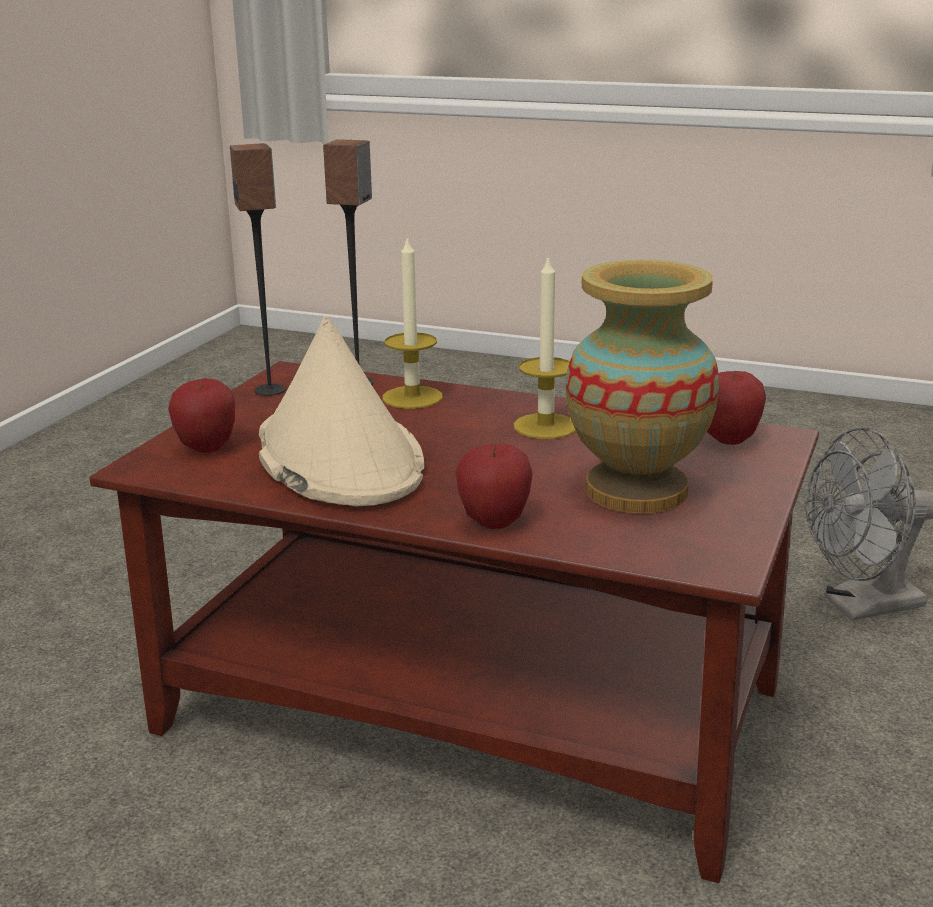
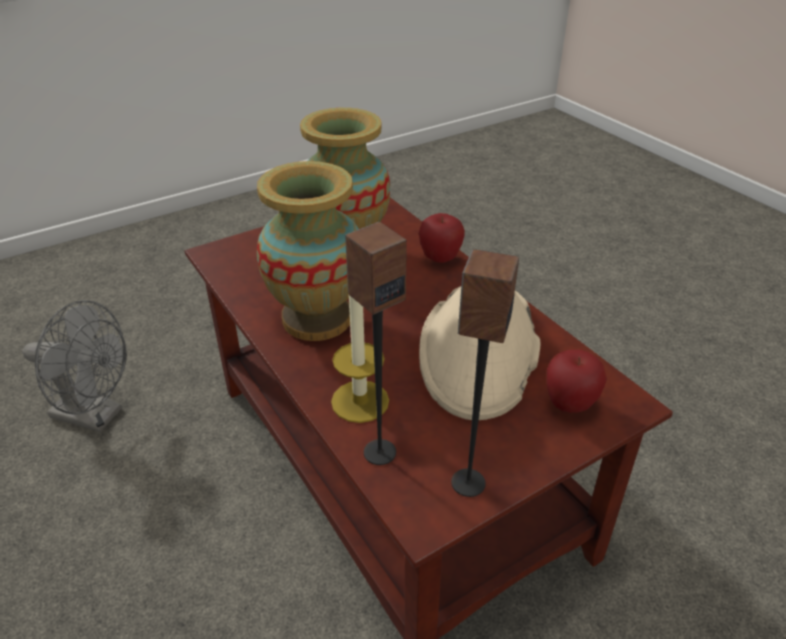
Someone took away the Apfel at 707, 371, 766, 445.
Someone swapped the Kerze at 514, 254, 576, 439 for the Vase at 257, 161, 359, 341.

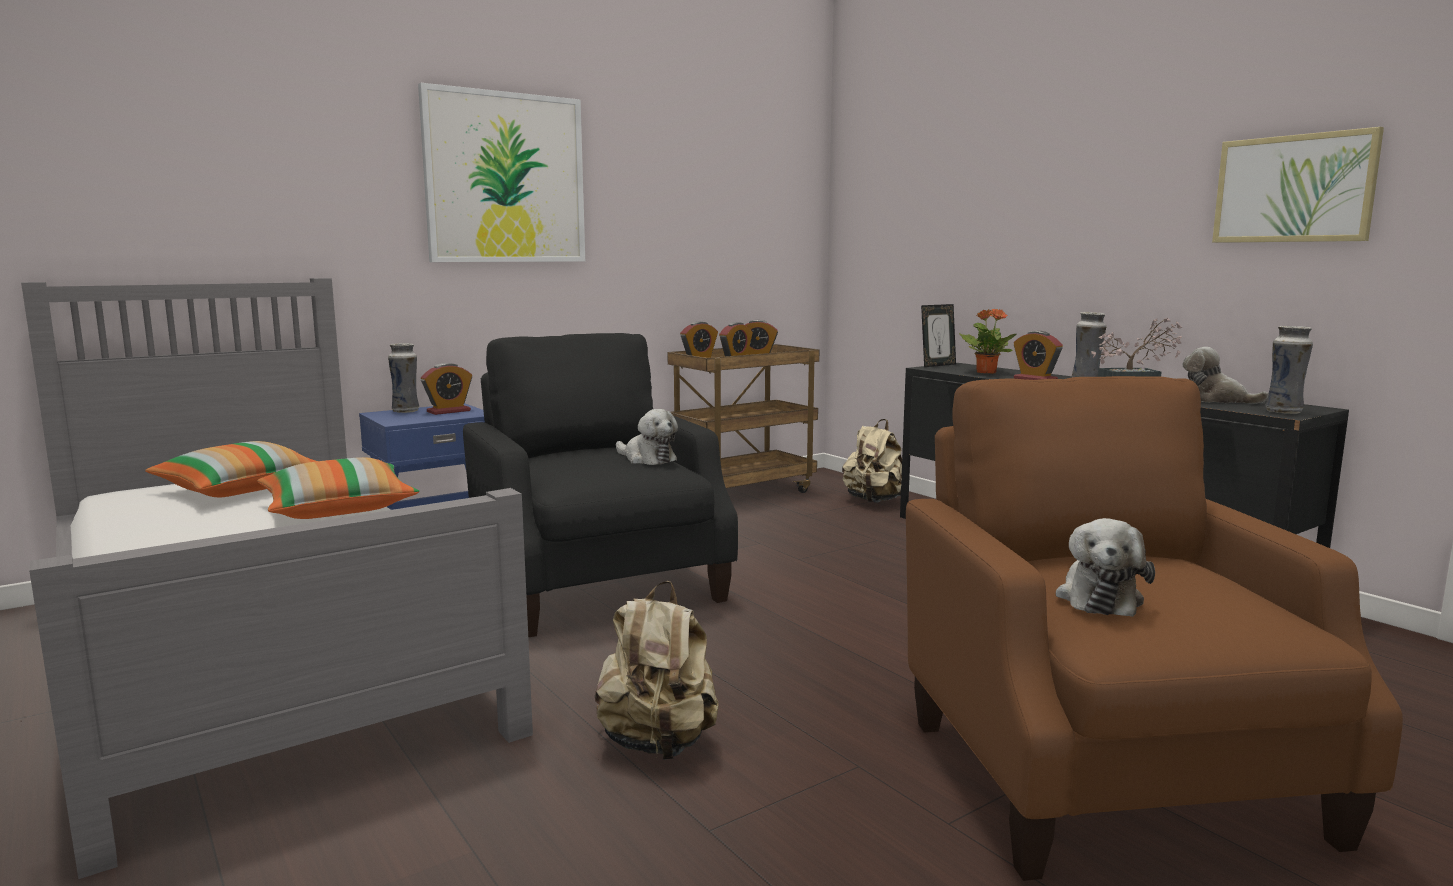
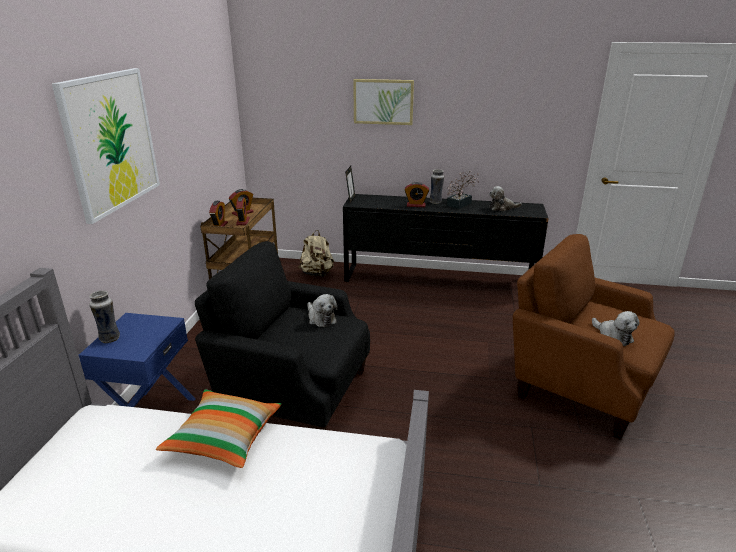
Someone took away the Kissen at 145, 441, 317, 497.
Someone took away the Wecker at 421, 363, 472, 415.
Someone took away the Rucksack/beige at 595, 581, 719, 760.
Someone took away the Topfpflanze at 959, 309, 1016, 374.
Someone took away the Vase at 1265, 326, 1313, 414.
Someone carried the Bild from 1212, 127, 1384, 243 to 353, 79, 414, 125.
Someone rotated the Plüschtier at 616, 409, 678, 465 by 60 degrees clockwise.

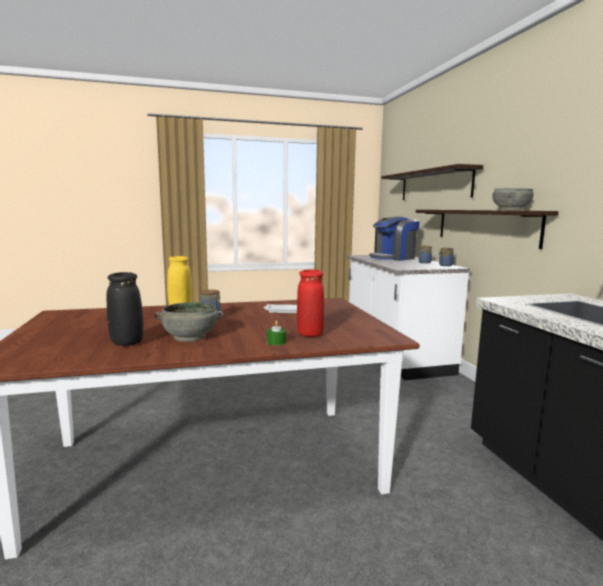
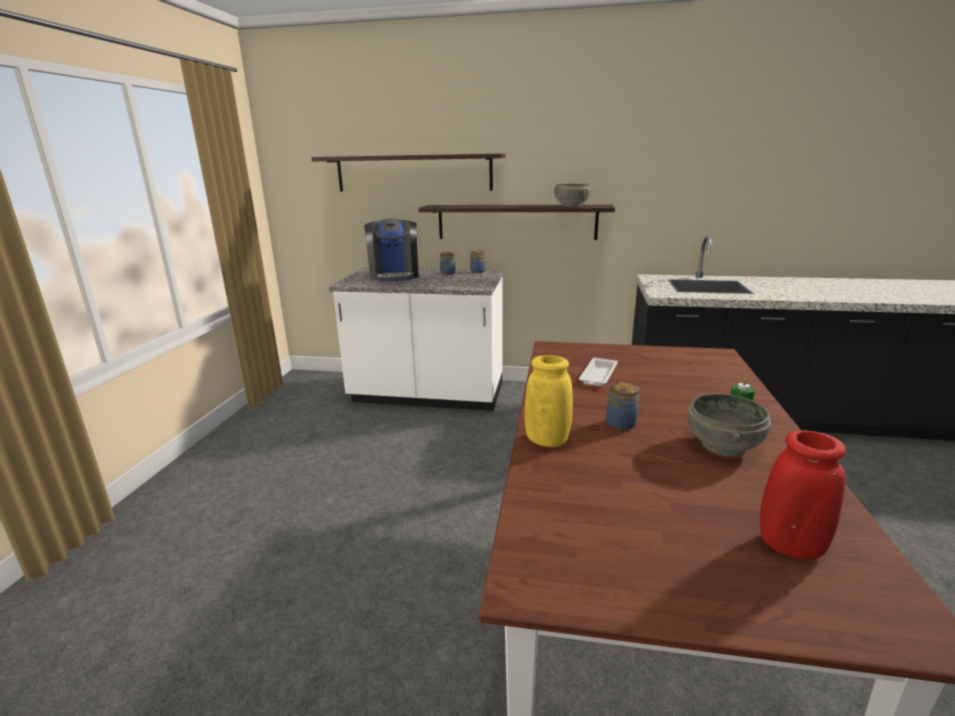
Someone took away the Vase/schwarz at 107, 272, 143, 346.
Someone carried the Vase/rot from 297, 269, 324, 337 to 760, 430, 846, 559.

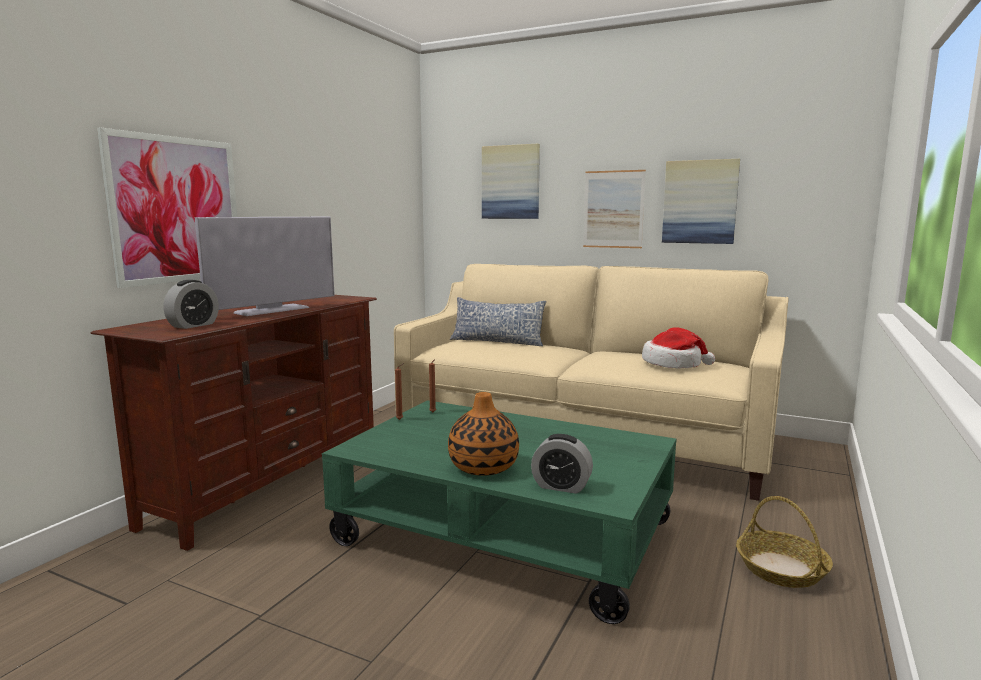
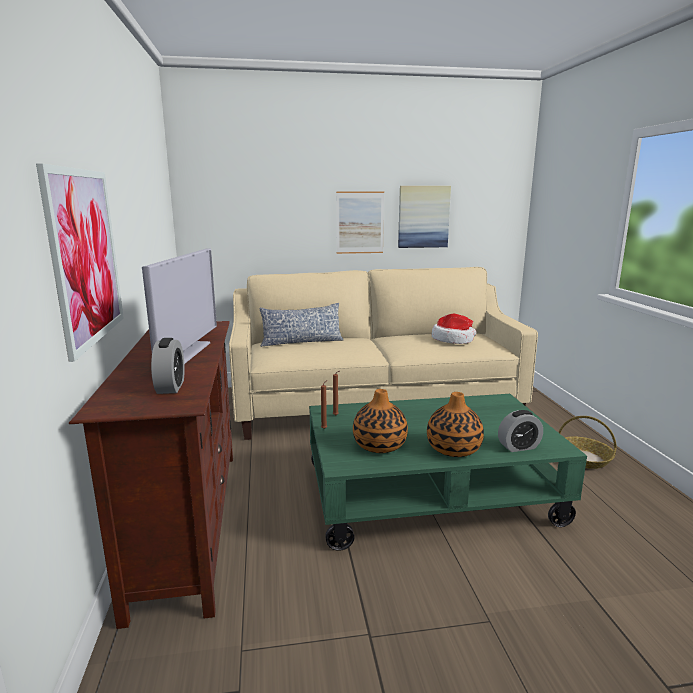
Someone took away the Bild at 482, 144, 540, 219.
Someone put down the Vase at 353, 389, 408, 453.

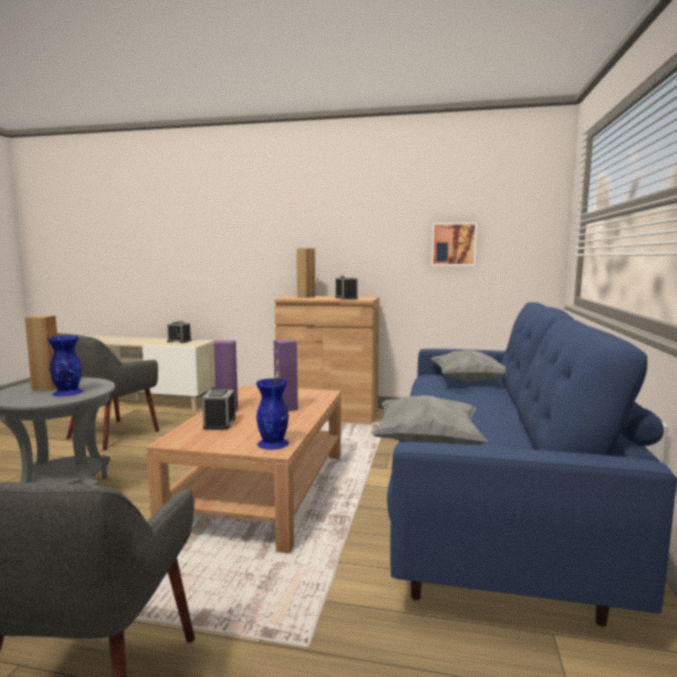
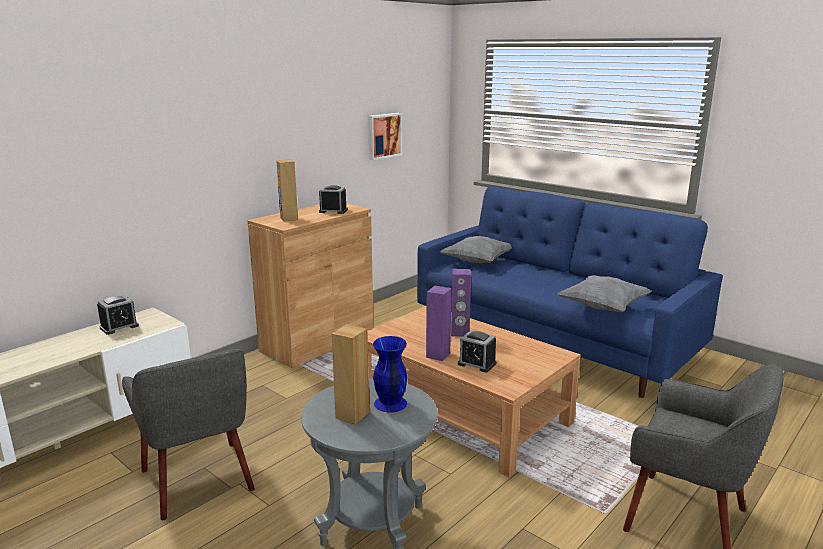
Someone took away the Vase/blau at 256, 378, 289, 450.

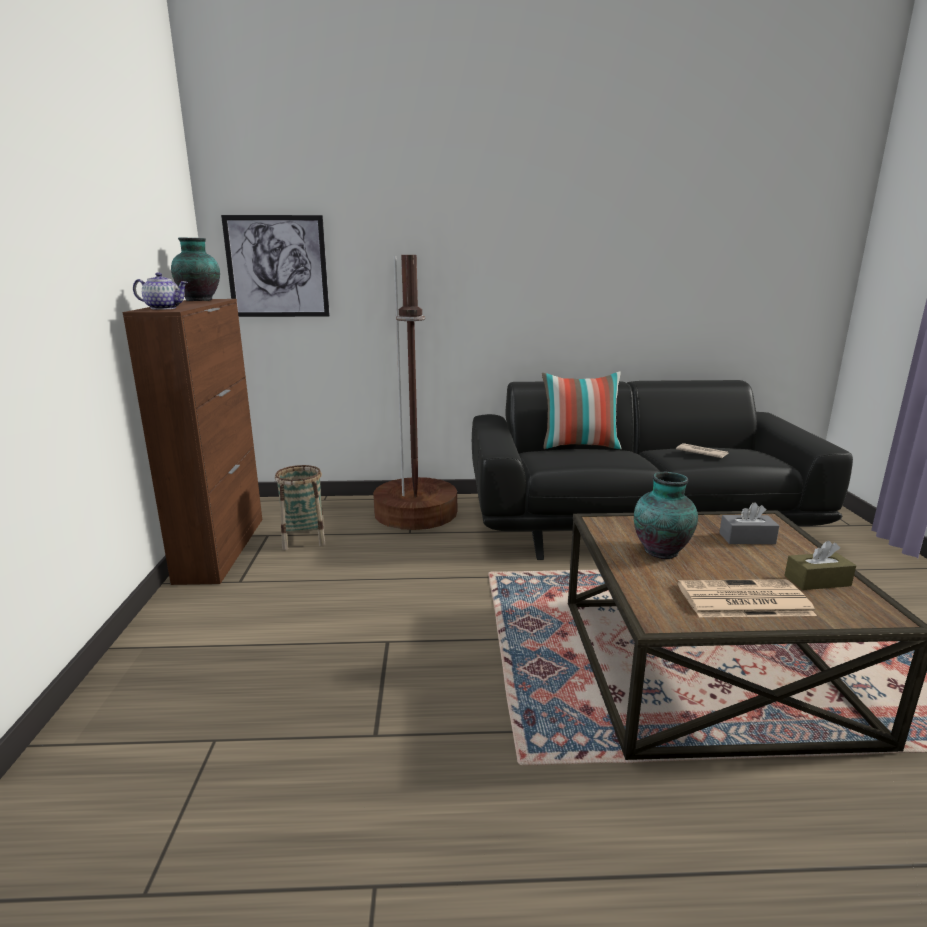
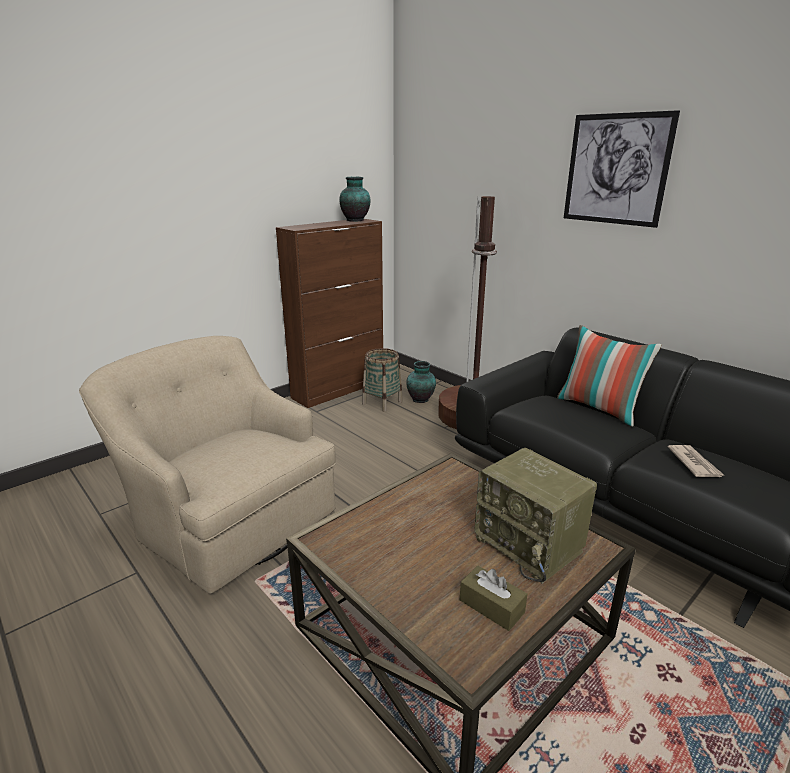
Someone took away the Teekanne at 133, 272, 188, 310.
Someone took away the Zeitung at 677, 579, 817, 617.
Someone put down the Sessel/beige at 79, 336, 336, 594.
Someone carried the Bild from 221, 215, 330, 317 to 564, 110, 680, 228.
Someone carried the Vase from 634, 472, 698, 559 to 406, 361, 436, 403.
Someone swapped the Taschentuchbox/grau at 719, 502, 779, 544 for the Radio at 474, 448, 597, 583.

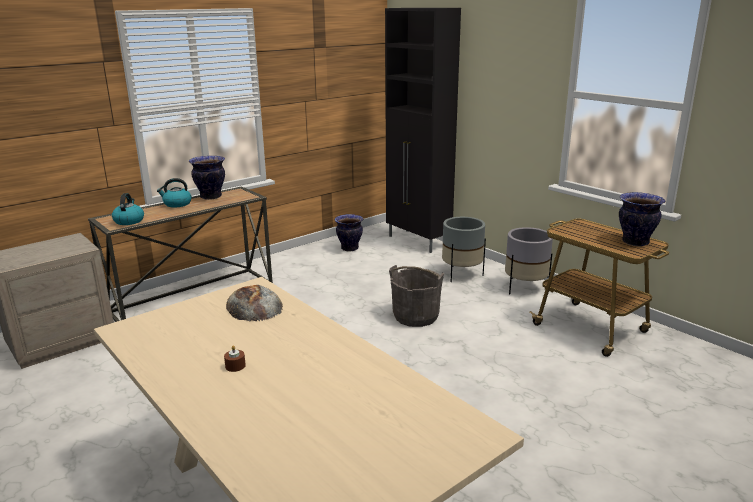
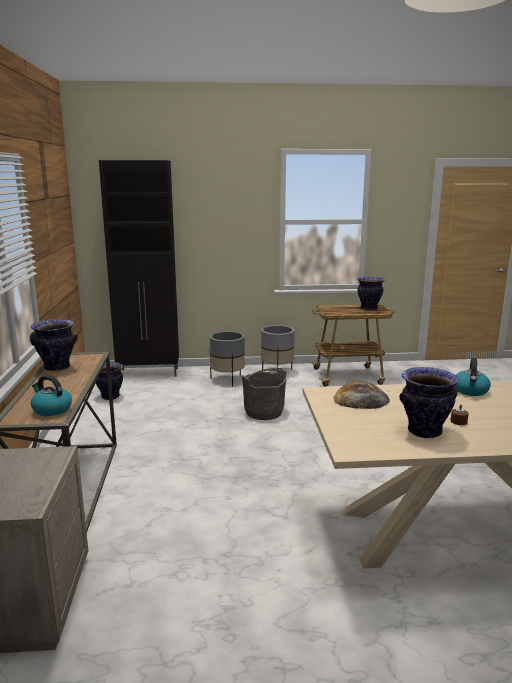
Someone put down the Vase at 400, 367, 459, 438.
Someone carried the Wasserkessel from 157, 178, 192, 208 to 456, 358, 491, 396.

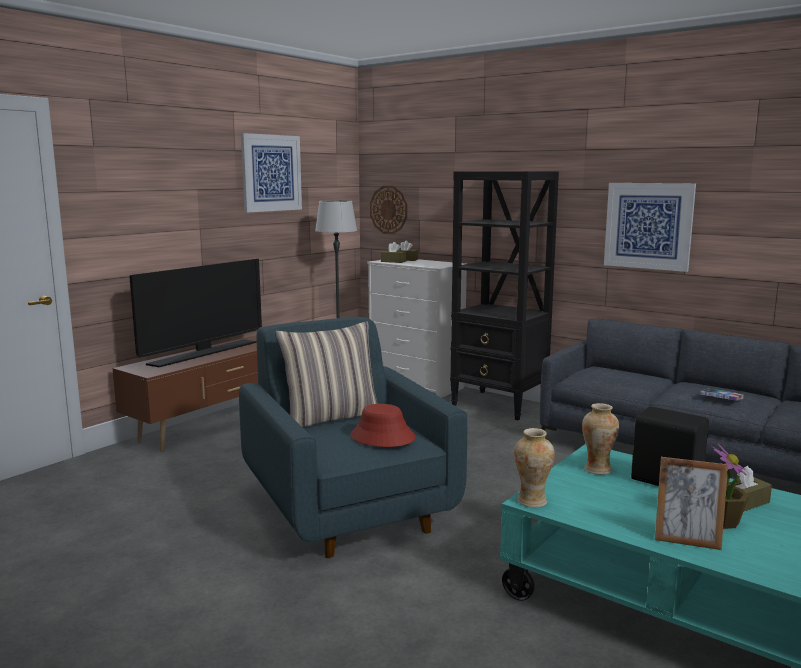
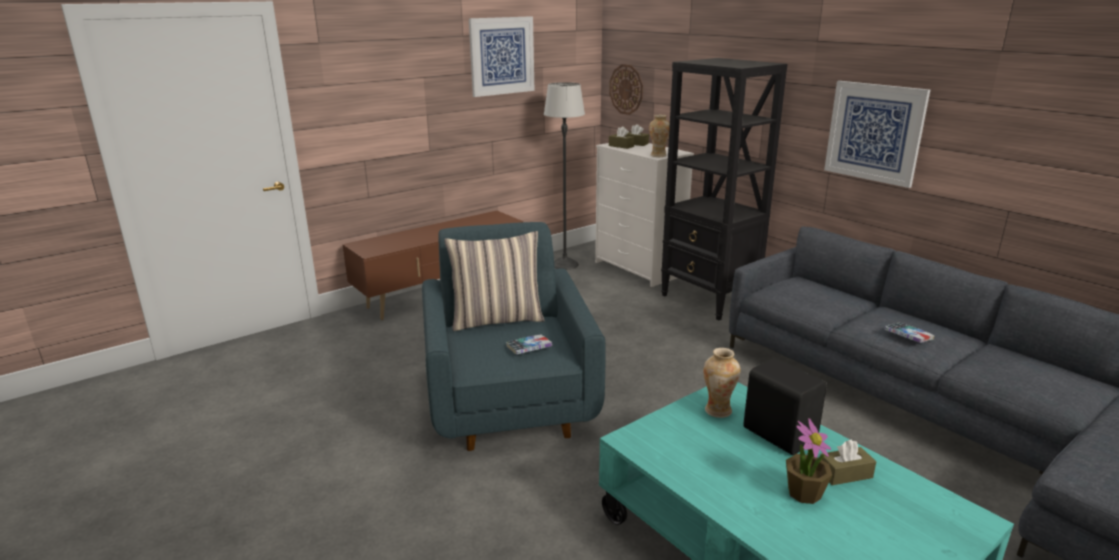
Someone took away the Fernseher at 129, 259, 262, 367.
Someone took away the Bilderrahmen at 655, 457, 728, 550.
Someone carried the Vase from 514, 428, 555, 508 to 649, 115, 670, 157.
Someone swapped the Hut/rot at 350, 404, 416, 447 for the Buch at 506, 335, 552, 354.

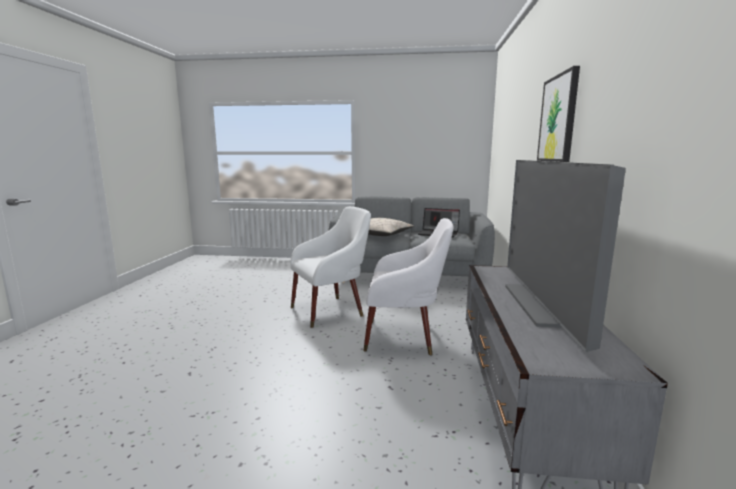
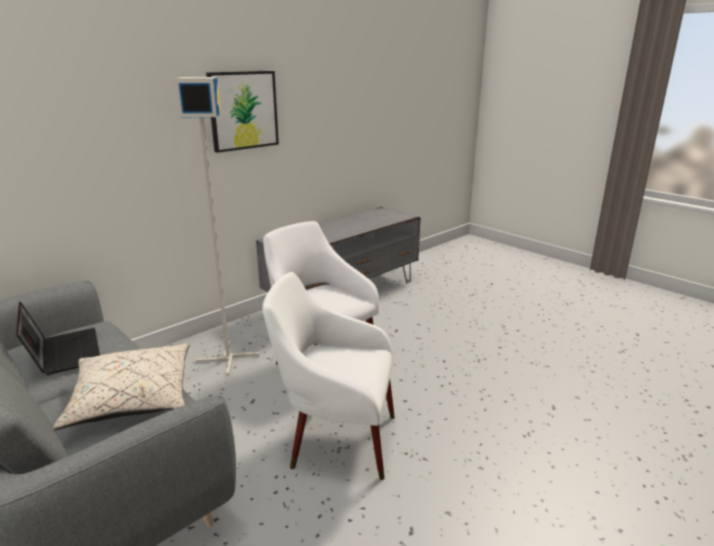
Someone took away the Fernseher at 505, 160, 626, 352.
Someone put down the Stehlampe/grau at 174, 77, 260, 376.

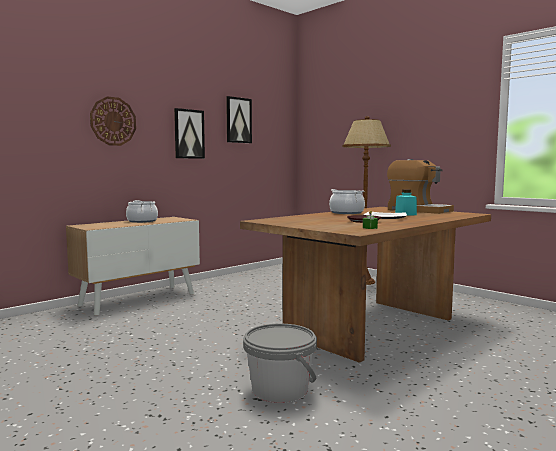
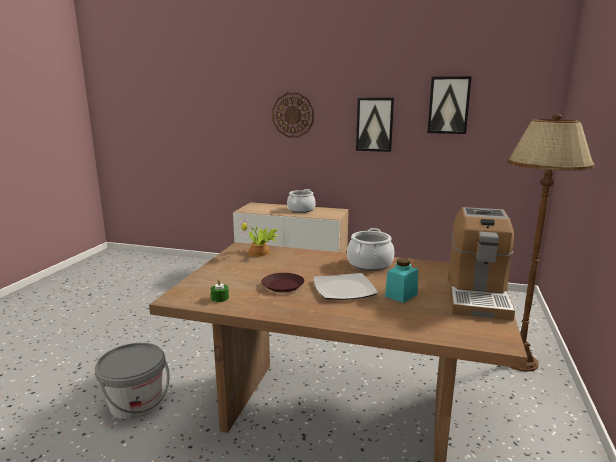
Someone put down the Topfpflanze at 239, 215, 279, 257.

